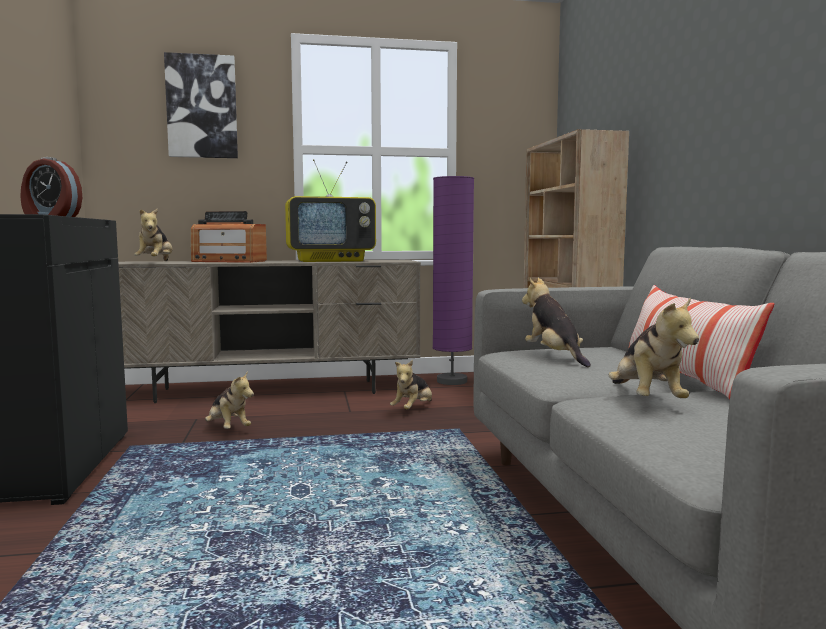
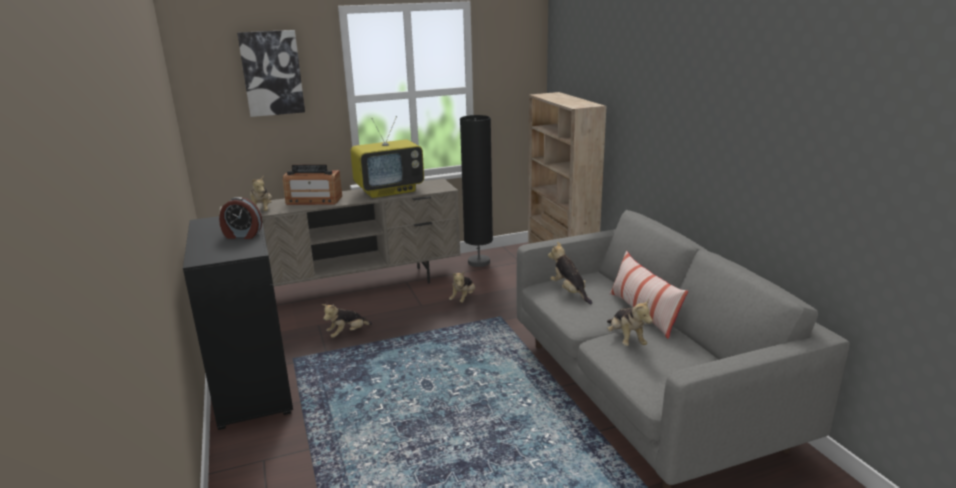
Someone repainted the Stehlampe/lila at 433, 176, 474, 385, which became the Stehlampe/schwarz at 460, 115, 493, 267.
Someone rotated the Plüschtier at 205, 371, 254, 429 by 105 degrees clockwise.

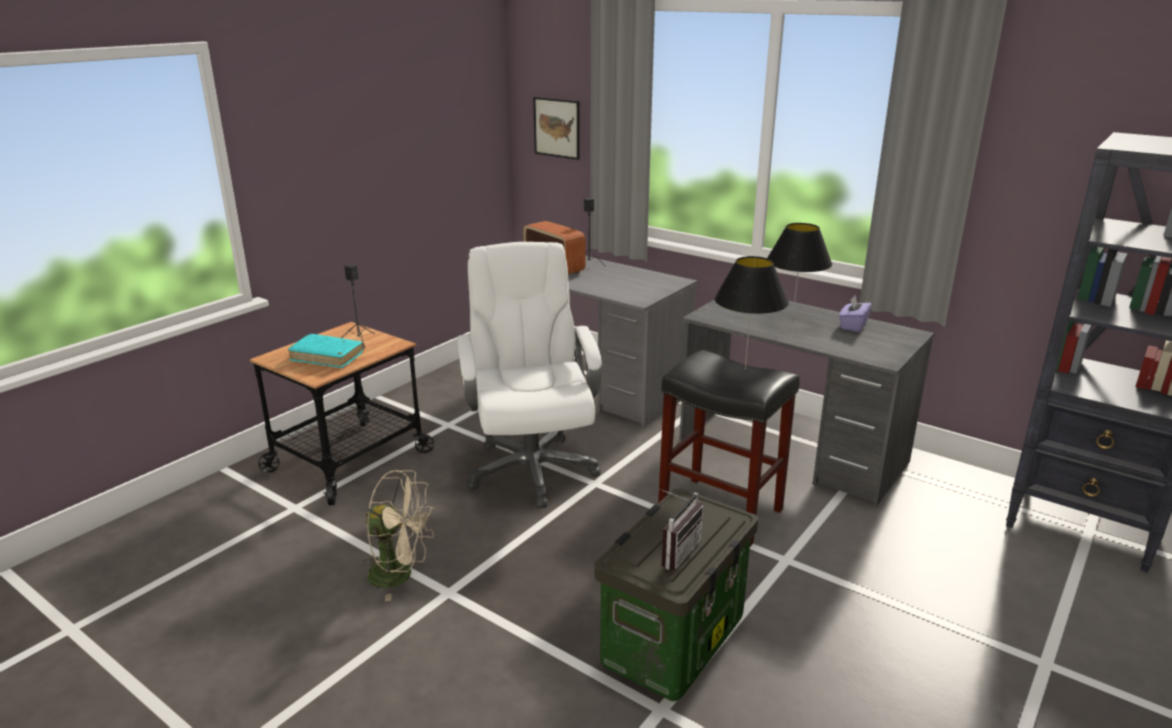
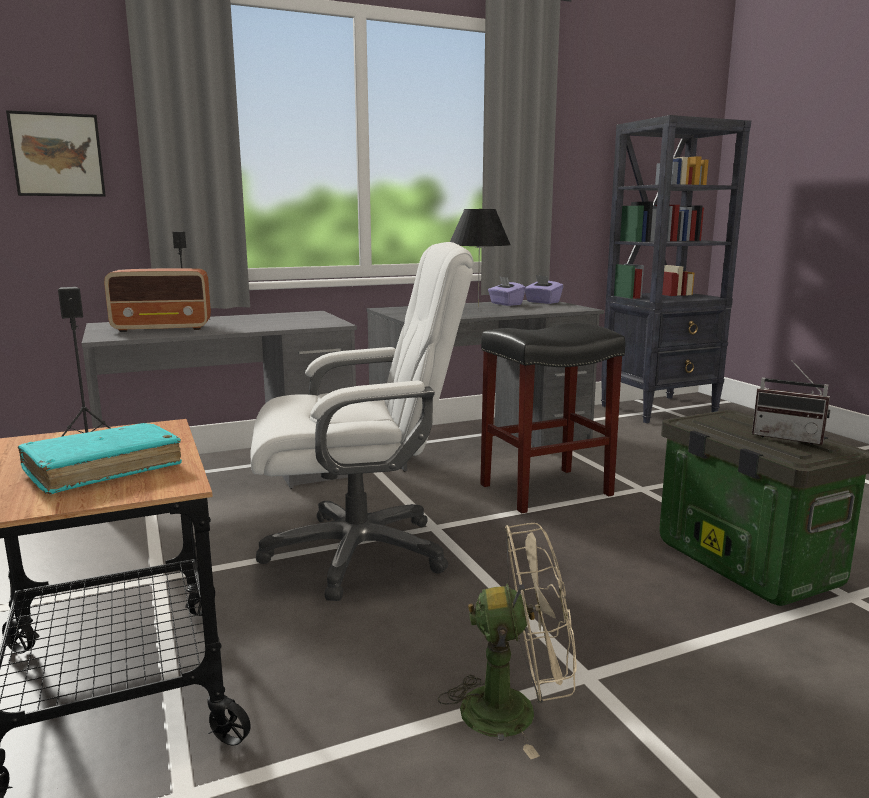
Someone took away the Tischlampe/schwarz at 714, 256, 789, 370.
Someone put down the Taschentuchbox/lila at 525, 275, 563, 304.
Someone rotated the Ventilator/beige at 363, 470, 435, 601 by 45 degrees clockwise.
Someone rotated the Bürostuhl/weiß at 457, 242, 601, 509 by 150 degrees clockwise.
Someone rotated the Radio at 660, 489, 703, 570 by 150 degrees clockwise.

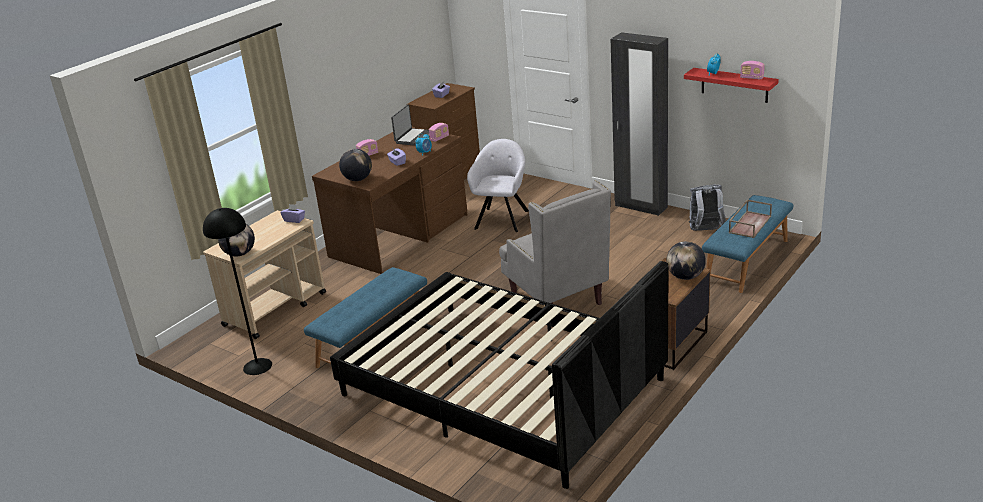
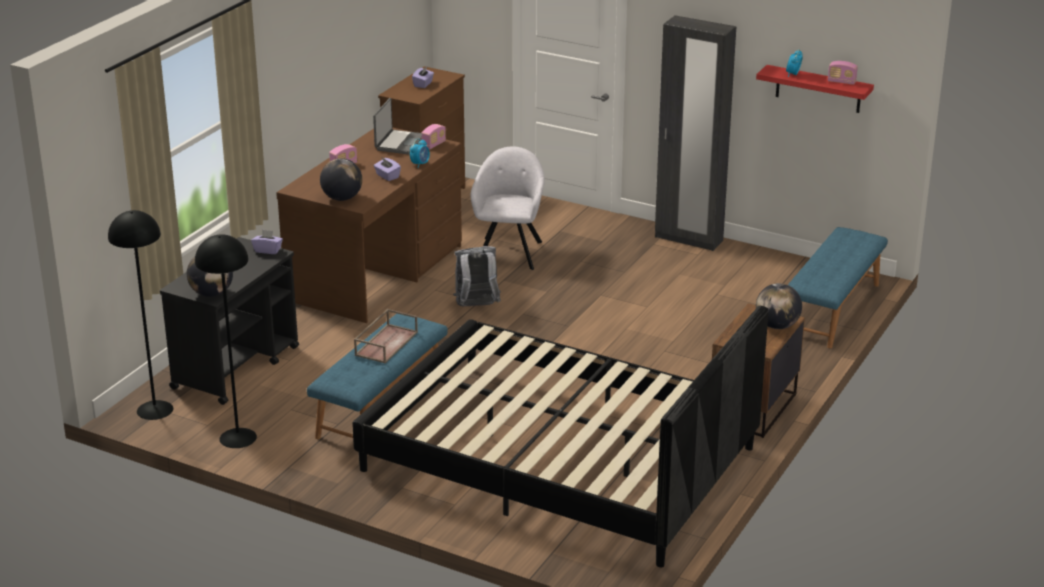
Someone took away the Sessel/grau at 499, 180, 611, 305.
Someone put down the Stehlampe/schwarz at 108, 210, 173, 420.
Someone carried the Rucksack/grau from 689, 185, 726, 231 to 453, 246, 501, 307.
Someone carried the Tablett/braun from 729, 199, 772, 238 to 354, 309, 418, 363.
Someone repainted the Rollwagen/beige at 203, 210, 326, 339, which became the Rollwagen/schwarz at 160, 237, 299, 405.

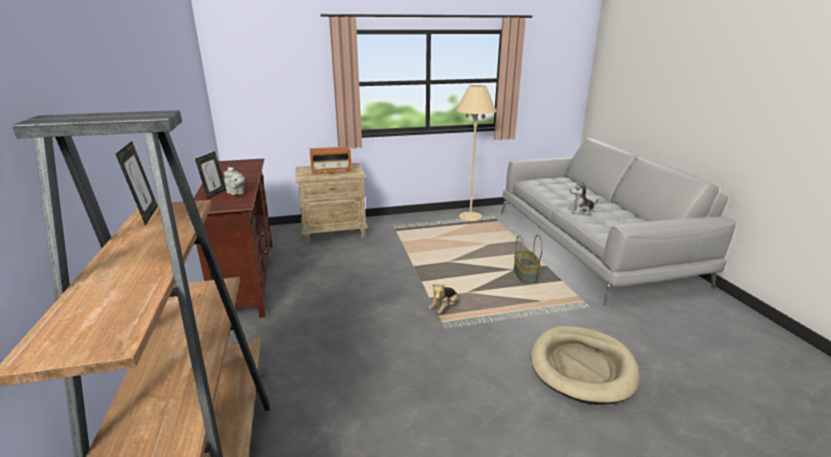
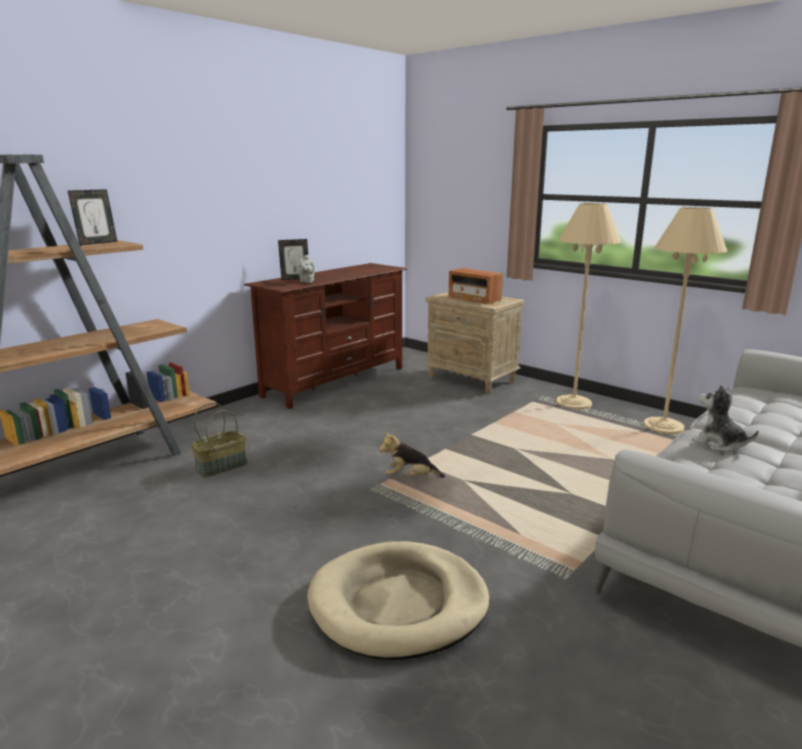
Someone put down the Stehlampe/beige at 556, 203, 621, 410.
Someone carried the Korb from 514, 235, 543, 284 to 191, 402, 247, 477.

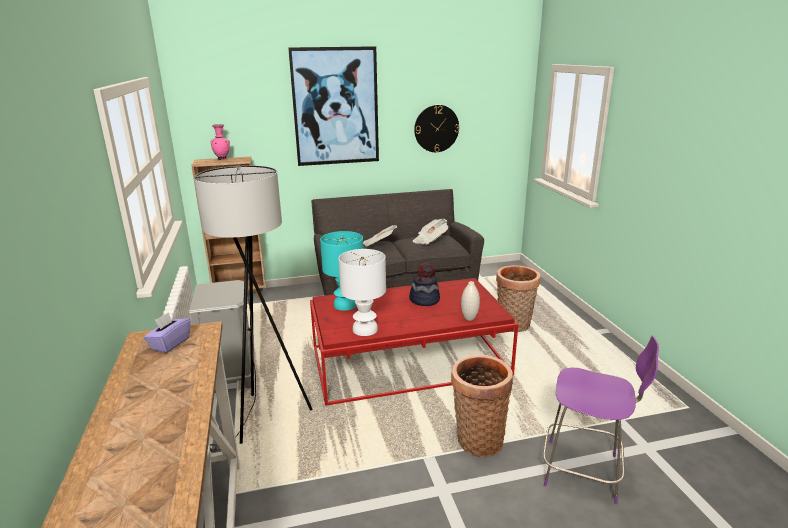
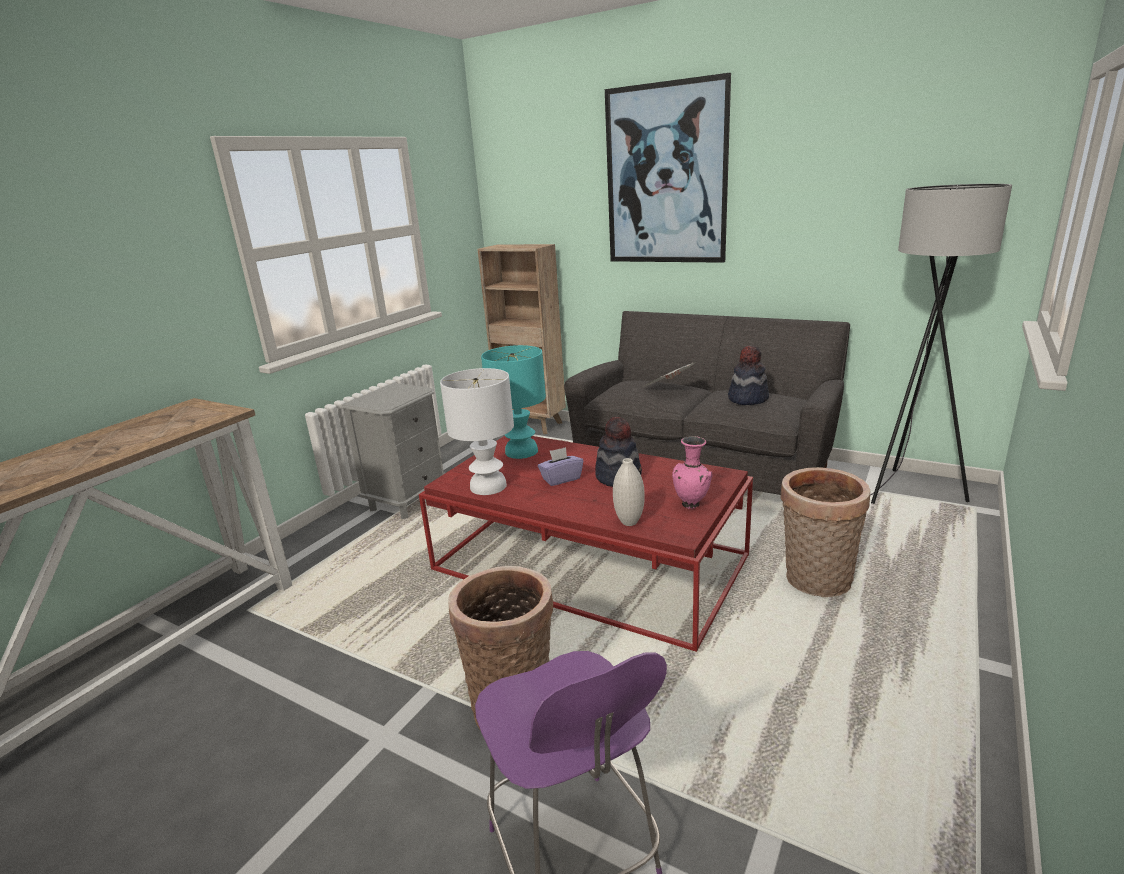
Someone took away the Wanduhr at 414, 105, 459, 152.
Someone carried the Taschentuchbox/lila from 144, 312, 191, 353 to 538, 447, 583, 486.
Someone carried the Stehlampe/grau from 194, 165, 312, 452 to 870, 184, 1012, 504.
Someone carried the Vase/rosa from 210, 124, 230, 160 to 672, 436, 713, 509.
Someone swapped the Zeitung at 413, 219, 448, 245 for the Hut at 728, 345, 769, 405.

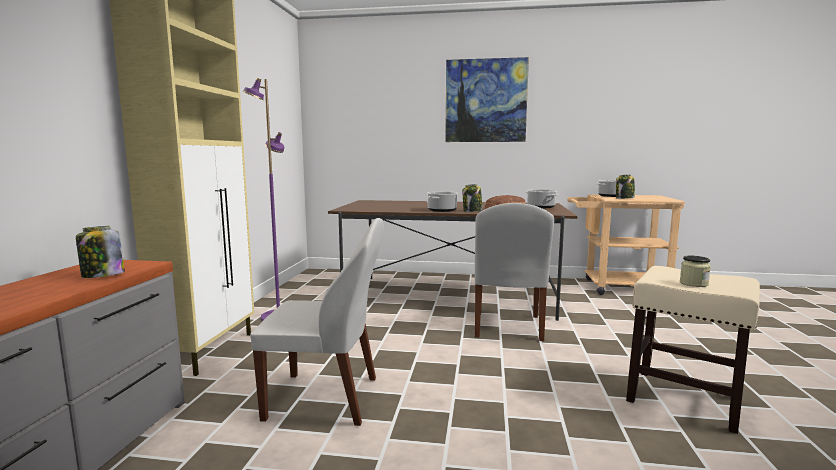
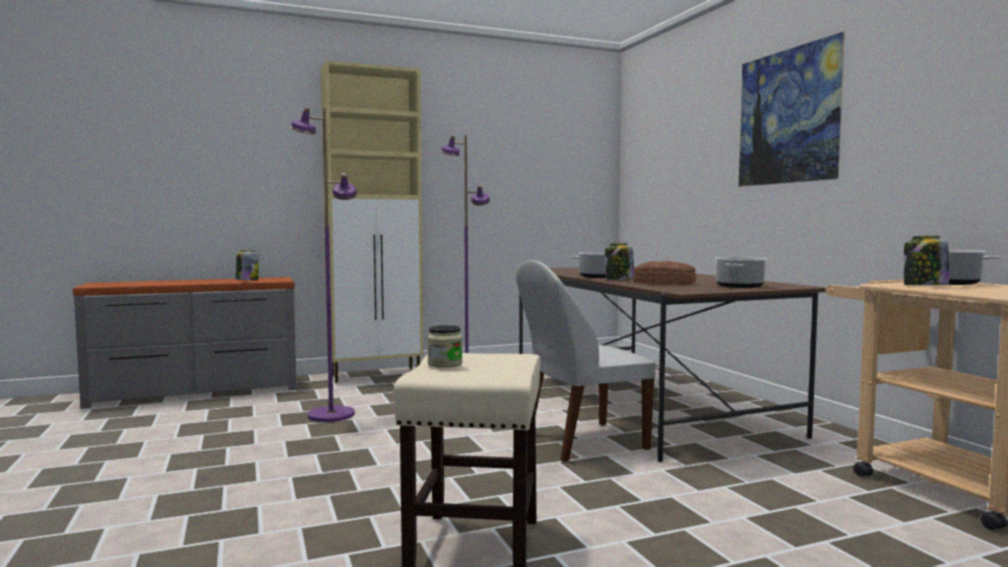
Someone swapped the Stuhl/weiß at 250, 218, 384, 426 for the Stehlampe/lila at 290, 107, 357, 422.

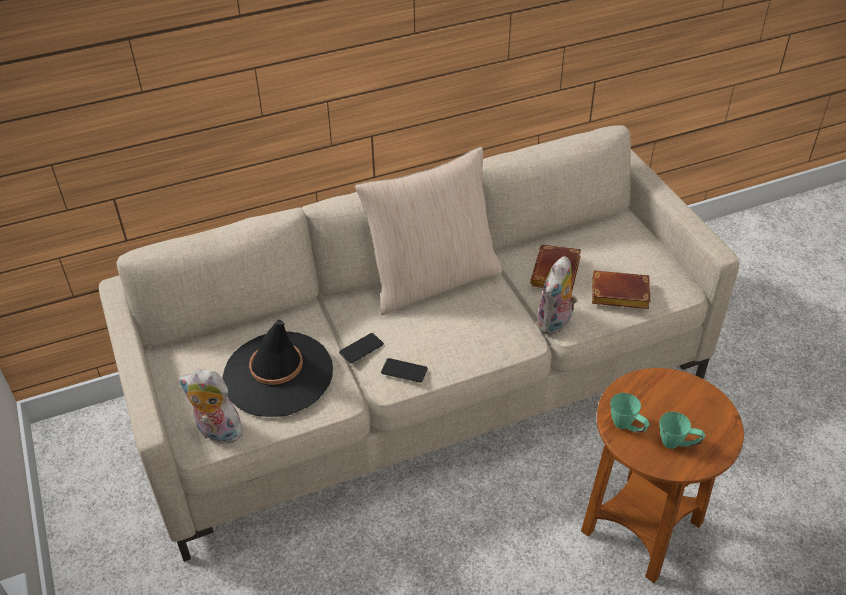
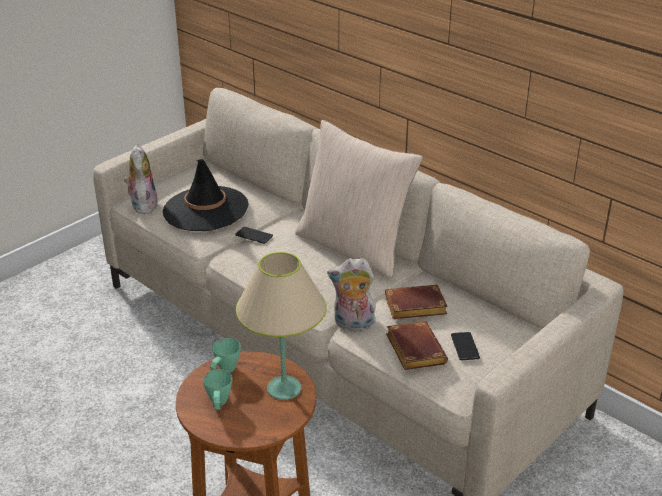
Someone put down the Tischlampe/beige at 236, 252, 327, 400.
Someone carried the Handy from 381, 358, 427, 383 to 451, 332, 480, 360.

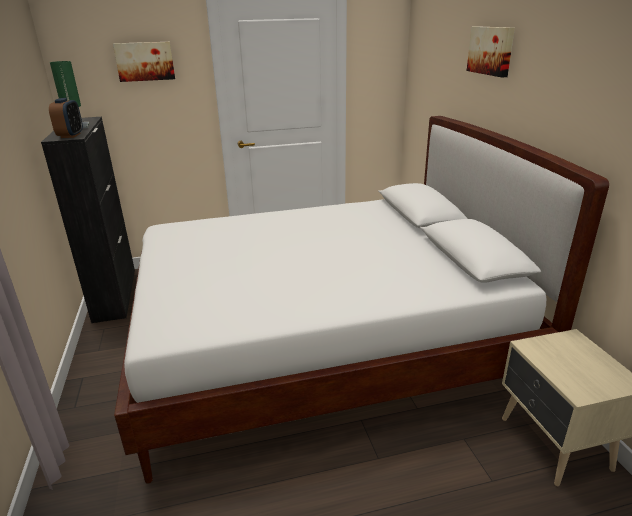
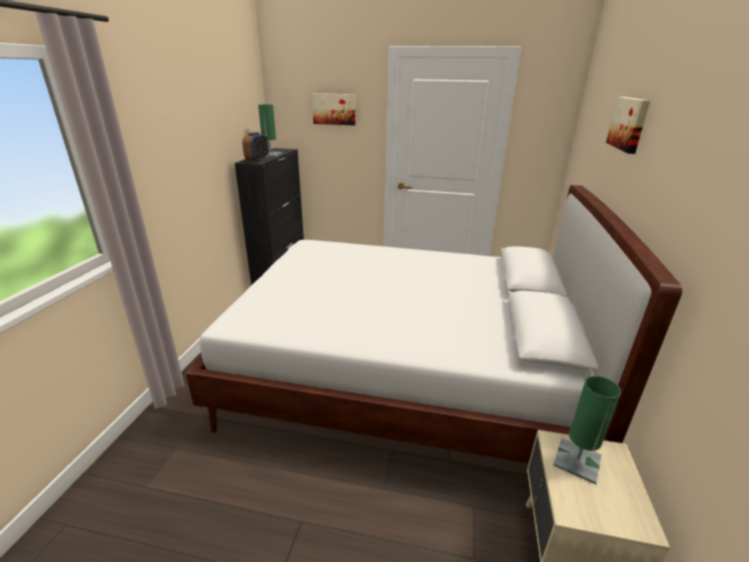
Someone put down the Tischlampe/grün at 553, 376, 621, 485.

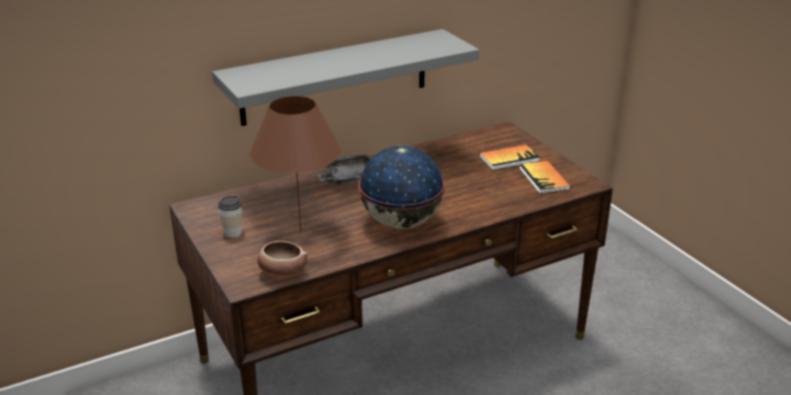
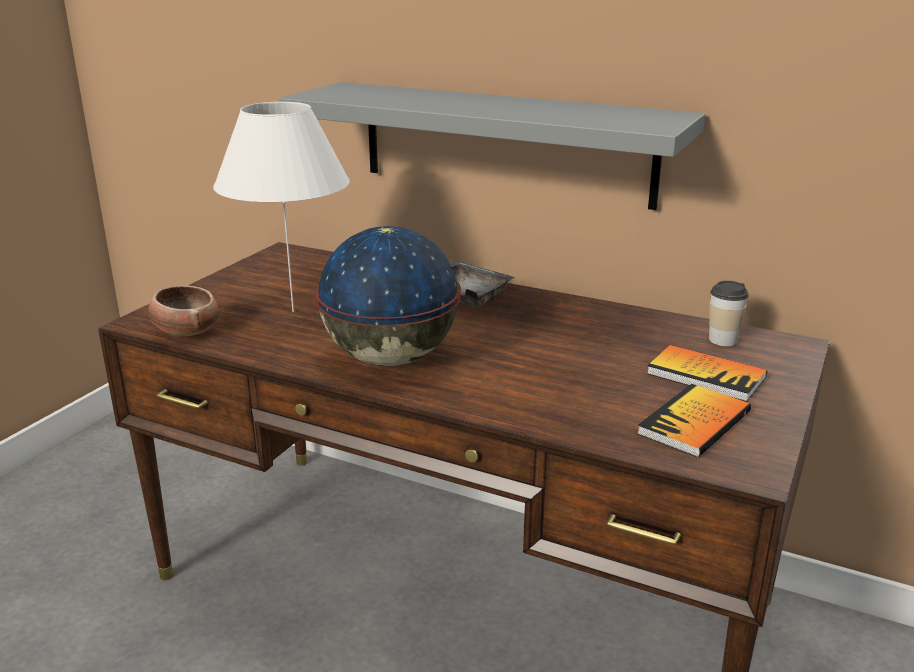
Someone carried the Tasse from 218, 196, 242, 238 to 709, 281, 749, 346.
Someone repainted the Tischlampe/braun at 249, 96, 341, 232, which became the Tischlampe/weiß at 213, 102, 350, 312.

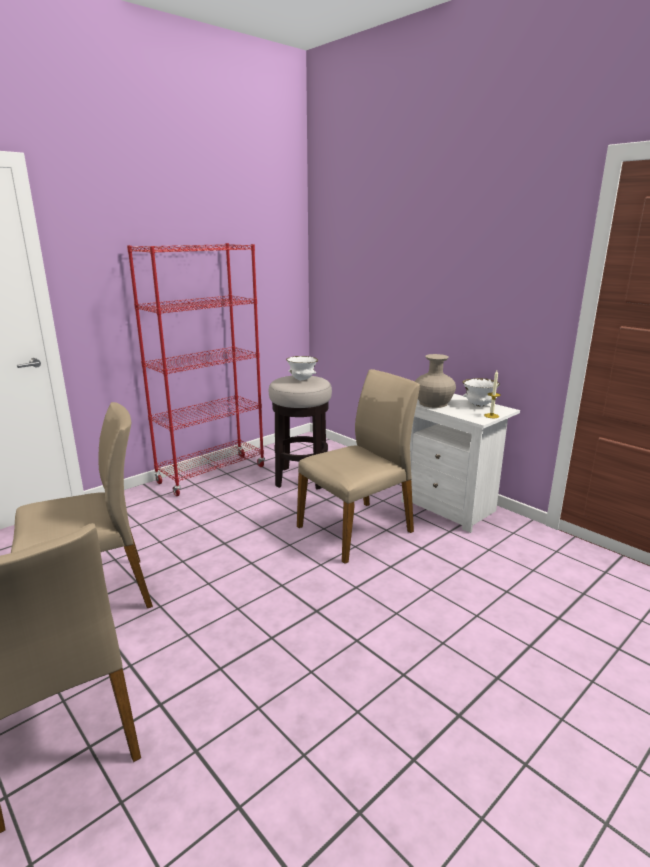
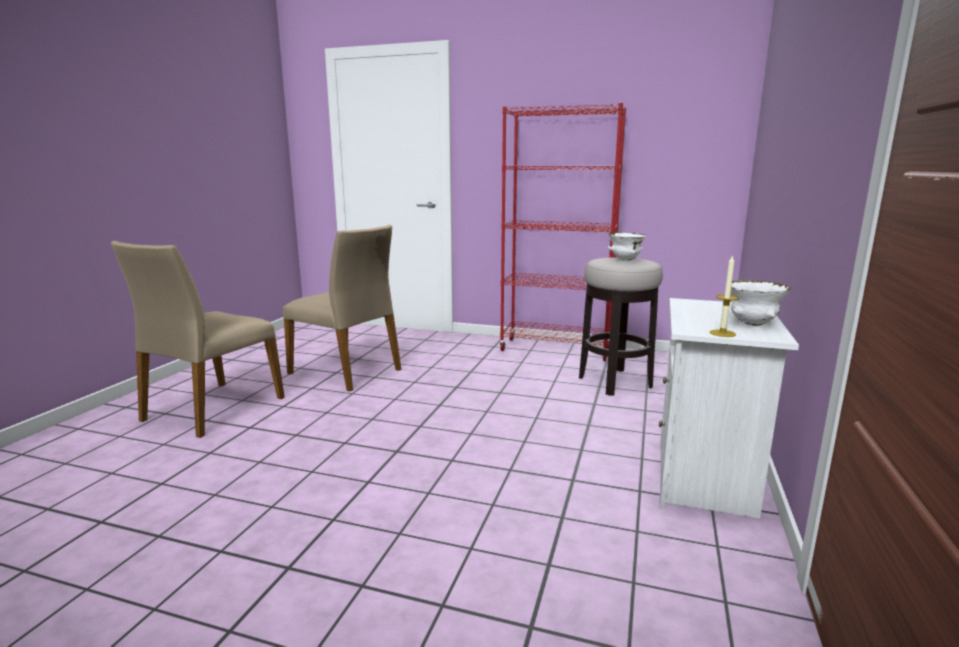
Someone took away the Stuhl/beige at 297, 369, 420, 564.
Someone took away the Vase/beige at 415, 354, 456, 408.

